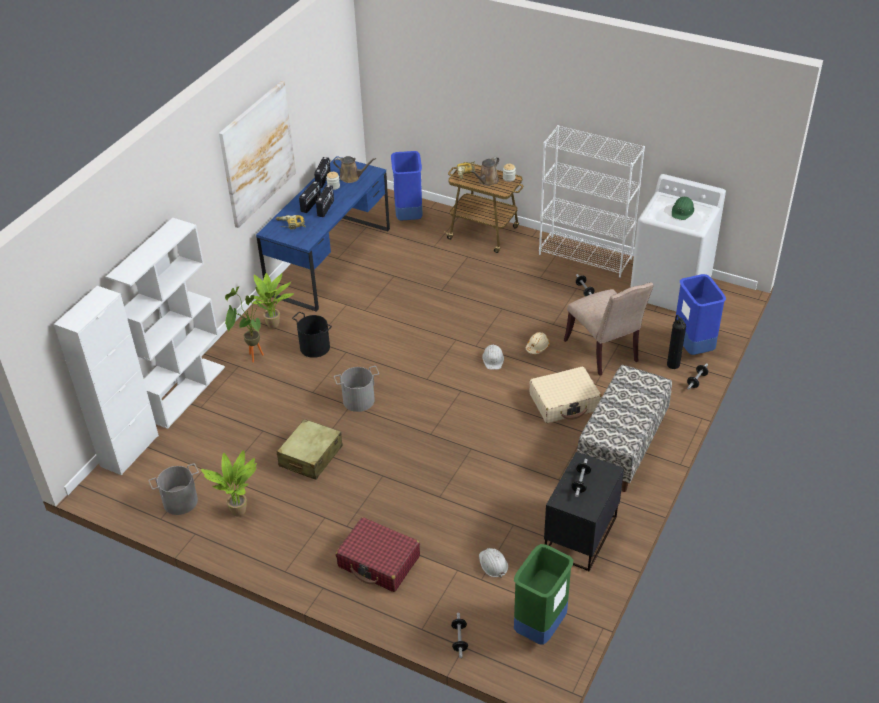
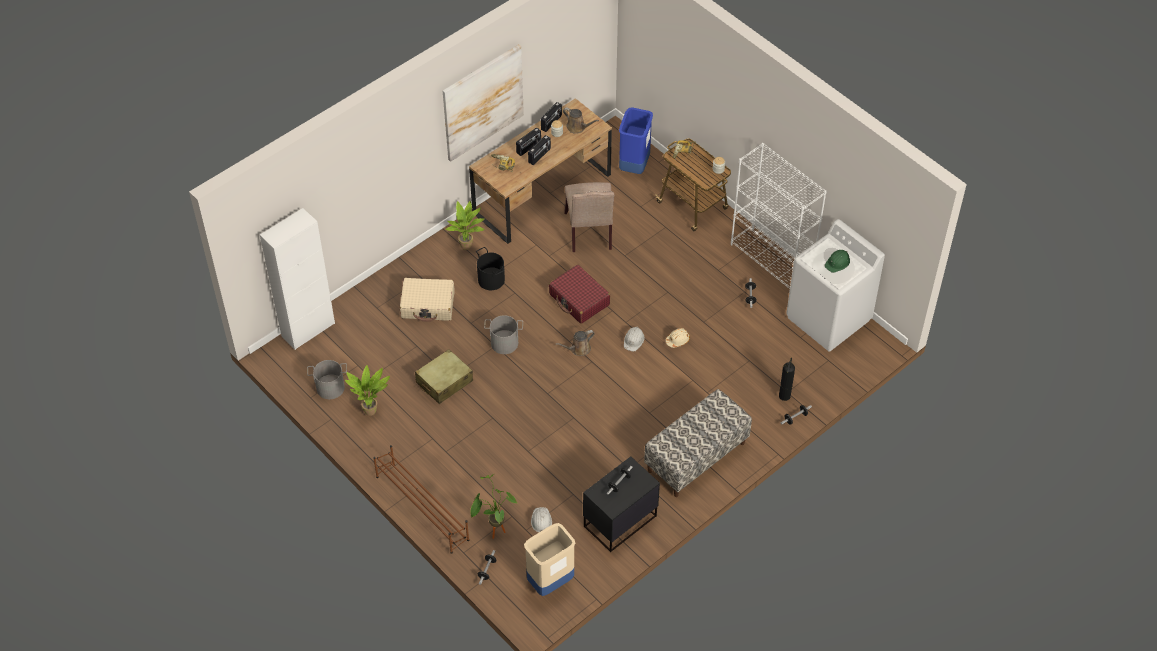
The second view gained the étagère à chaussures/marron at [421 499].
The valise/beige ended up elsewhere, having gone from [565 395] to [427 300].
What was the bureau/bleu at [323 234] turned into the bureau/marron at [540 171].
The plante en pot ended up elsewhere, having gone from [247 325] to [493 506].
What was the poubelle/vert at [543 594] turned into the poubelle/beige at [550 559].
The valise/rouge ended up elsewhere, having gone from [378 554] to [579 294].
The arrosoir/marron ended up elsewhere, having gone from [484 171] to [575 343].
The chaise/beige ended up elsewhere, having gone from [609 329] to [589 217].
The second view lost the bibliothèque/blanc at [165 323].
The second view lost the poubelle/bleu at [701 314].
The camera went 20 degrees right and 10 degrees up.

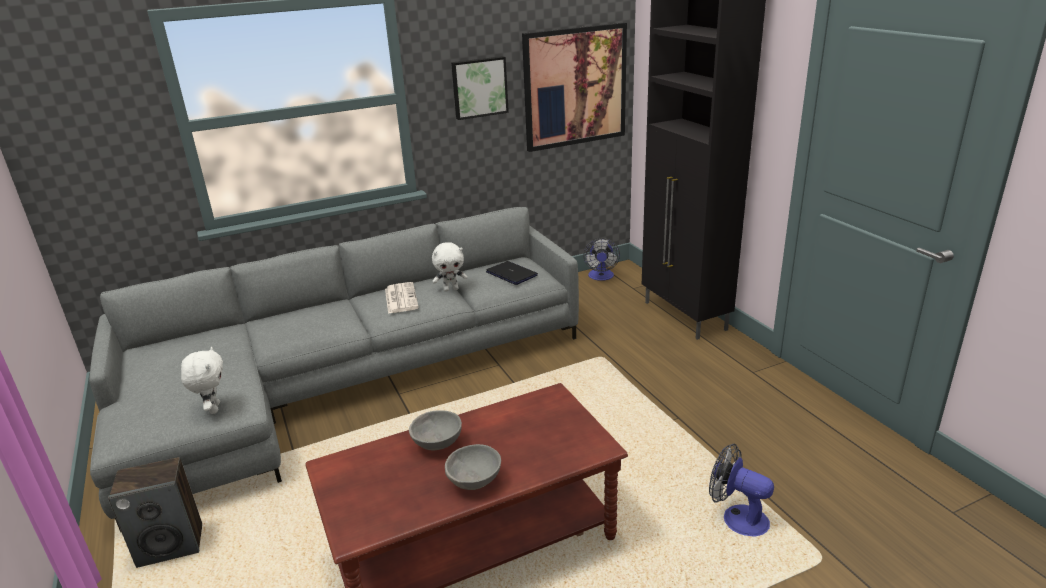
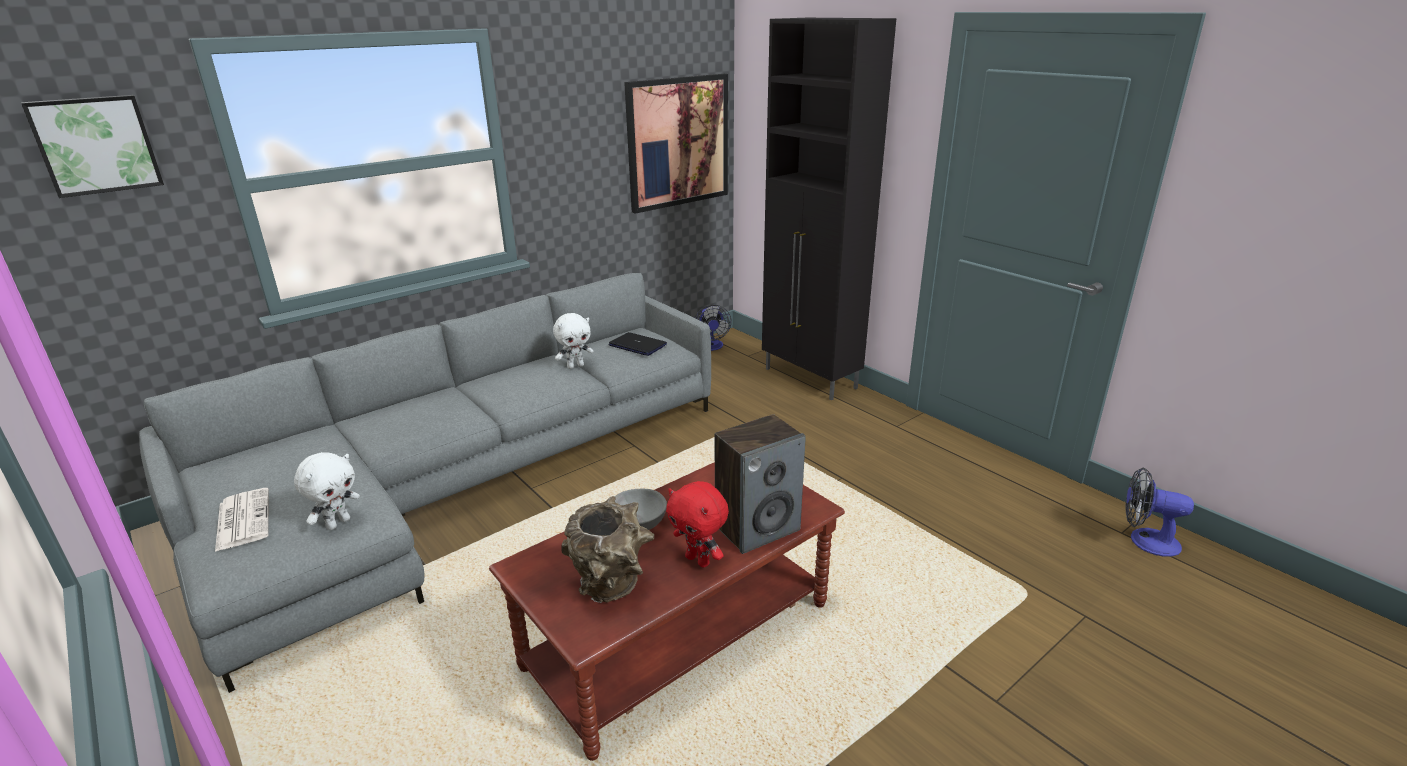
The tableau ended up elsewhere, having gone from [480 88] to [92 146].
The journal ended up elsewhere, having gone from [402 298] to [242 520].
The peluche/blanc at [202 380] ended up facing another way, 60 degrees clockwise from before.
The second view gained the vase/marron at [607 549].
Where the bol/gris stood at [473 467], the peluche/rouge came to stand at [697 524].
The enceinte ended up elsewhere, having gone from [155 512] to [760 484].
The ventilateur ended up elsewhere, having gone from [741 490] to [1159 512].
The camera went 15 degrees left and 0 degrees up.

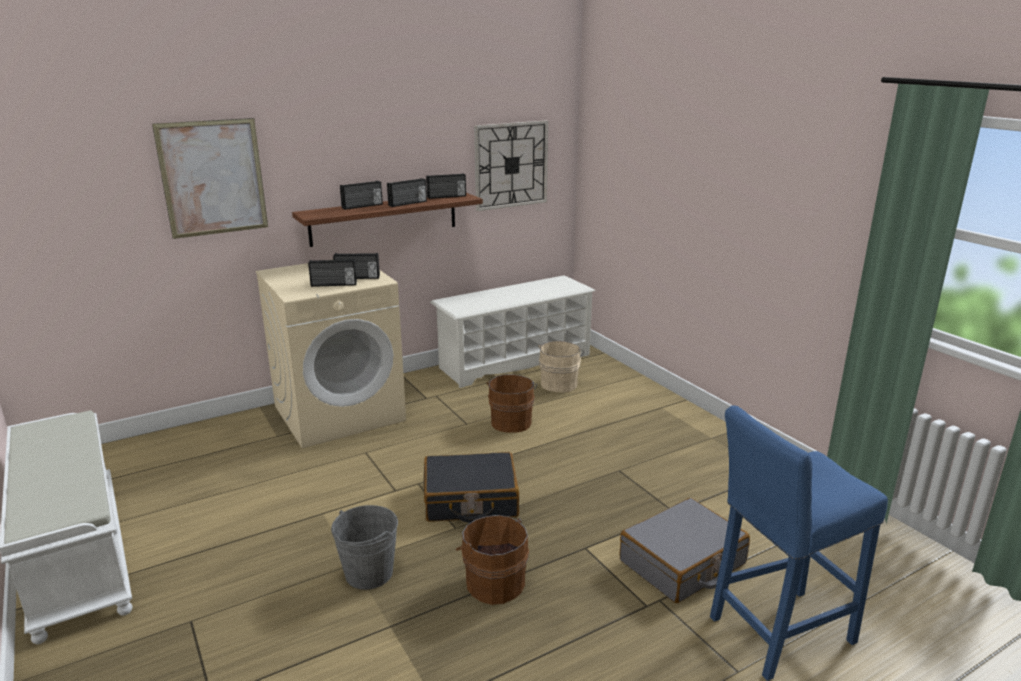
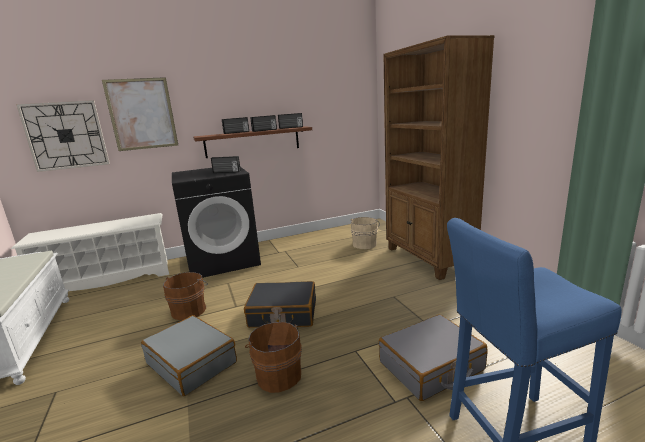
The étagère à chaussures/blanc ended up elsewhere, having gone from [512 331] to [90 252].
The horloge murale ended up elsewhere, having gone from [511 165] to [63 136].
Where the seau/gris stood at [364 547], the valise/gris came to stand at [189 355].
The seau/marron ended up elsewhere, having gone from [512 403] to [185 296].
What was the lave-linge/beige at [331 353] turned into the lave-linge/noir at [216 222].
The second view gained the bibliothèque/marron at [439 157].
The second view lost the radio at [332 273].
The camera went 10 degrees right and 5 degrees down.

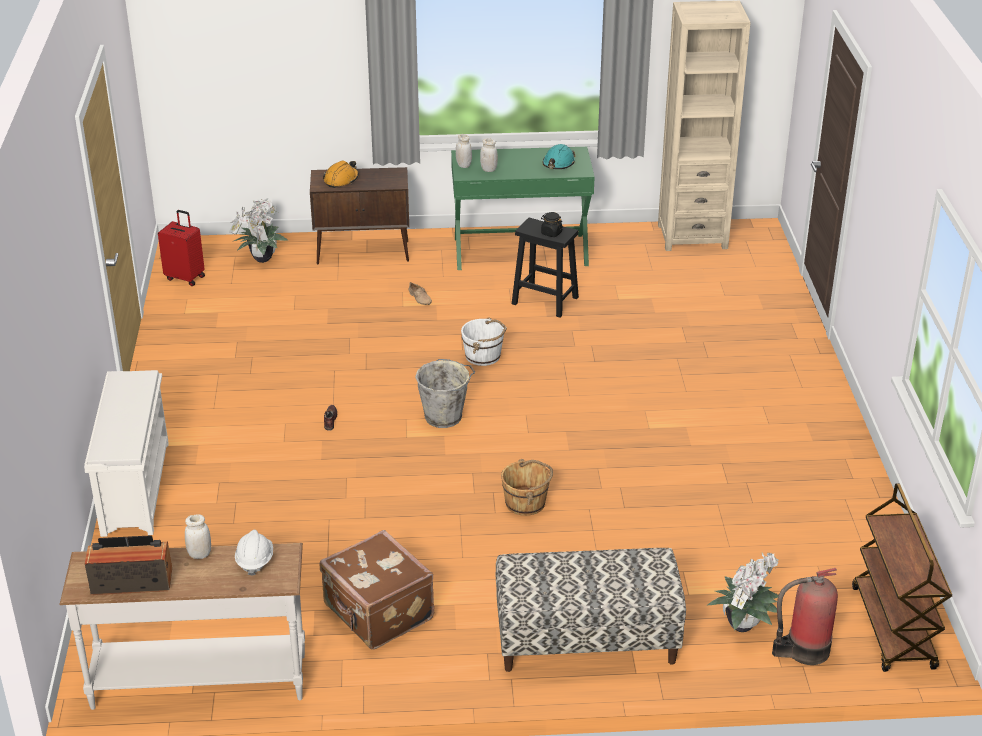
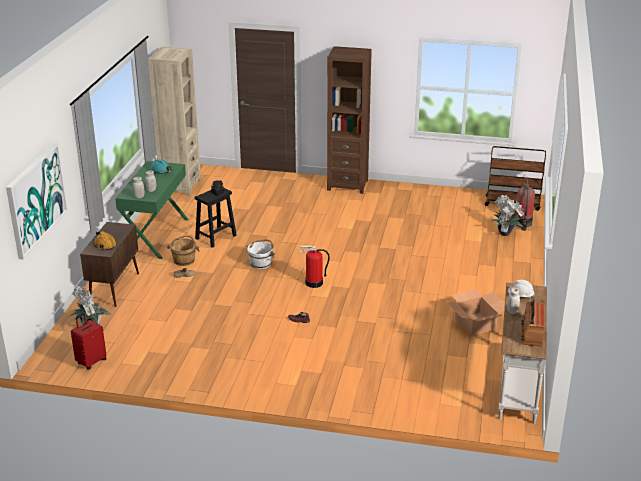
The second view gained the tableau at [37 201].
The seau/marron ended up elsewhere, having gone from [527 487] to [183 250].
Where the seau/gris stood at [445 393], the extincteur came to stand at [314 266].
The second view gained the bibliothèque/marron at [349 120].
Where the valise/marron stood at [377 590], the carton came to stand at [475 312].
The second view lost the étagère à chaussures/blanc at [126 453].
The second view lost the banc at [591 610].
The camera went 75 degrees left and 5 degrees down.

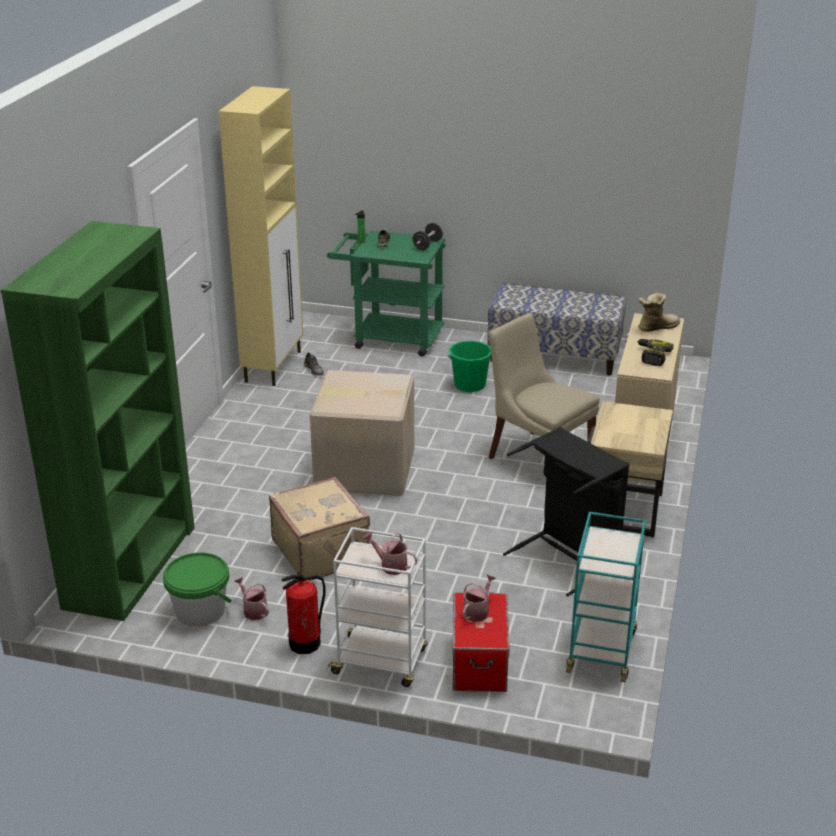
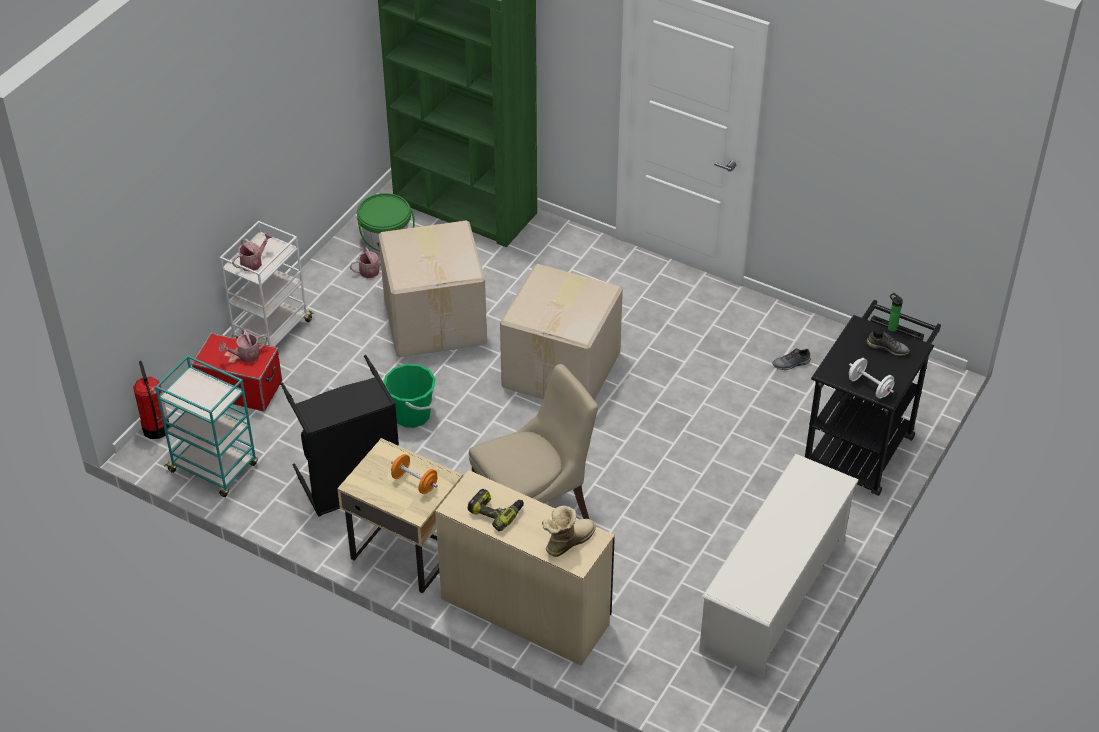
The extincteur ended up elsewhere, having gone from [303 614] to [151 400].
The arrosoir at [479 598] ended up facing another way, 105 degrees clockwise from before.
Where the valise/beige stood at [319 529], the carton came to stand at [433 288].
The seau/vert ended up elsewhere, having gone from [469 366] to [410 396].
The second view gained the haltère/orange at [414 474].
The botte at [659 312] ended up facing another way, 120 degrees counterclockwise from before.
Where the banc stood at [556 329], the étagère à chaussures/blanc came to stand at [779 566].
What was the chariot/vert at [386 294] turned into the chariot/noir at [873 398].
What was the haltère/noir at [428 236] turned into the haltère/blanc at [871 378].
The second view lost the meuble de rangement/beige at [261 236].
The camera went 105 degrees right and 15 degrees up.

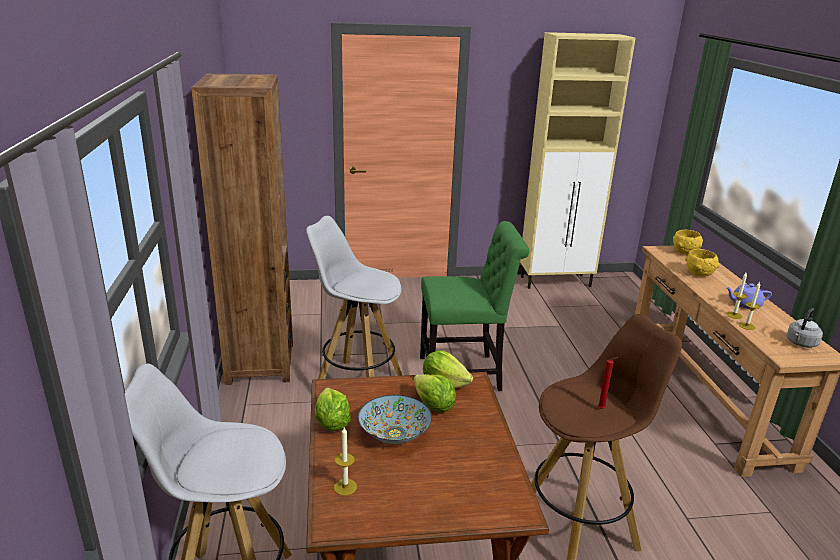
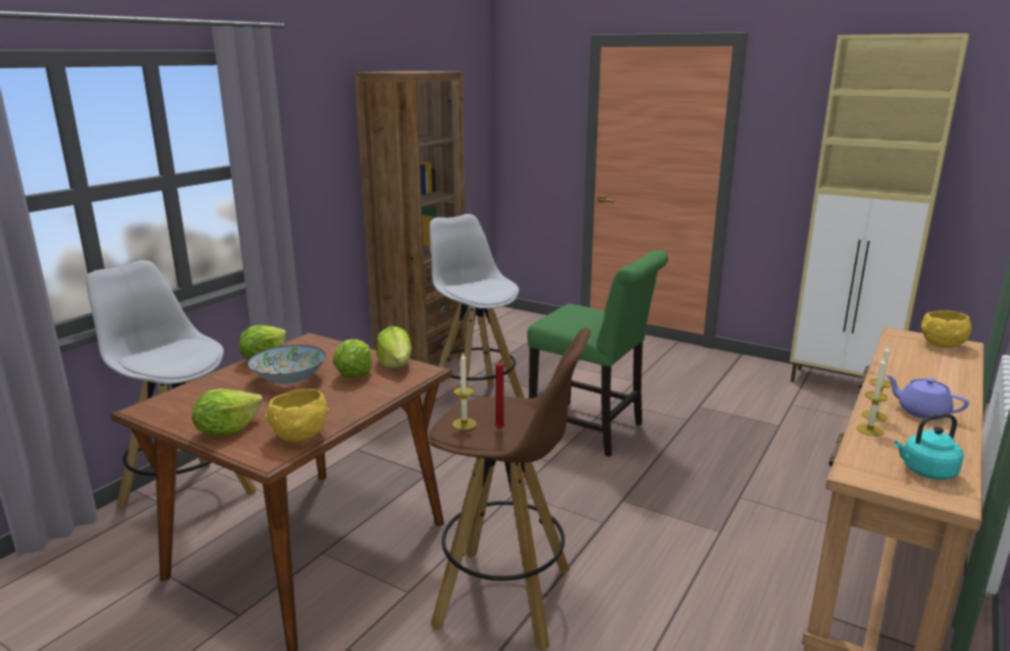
The second view gained the laitue at [227 412].
The bol/jaune ended up elsewhere, having gone from [702 263] to [296 415].
The bougie ended up elsewhere, having gone from [345 461] to [464 391].
What was the bouilloire/gris at [805 328] turned into the bouilloire/turquoise at [929 446].
The camera went 40 degrees right and 5 degrees down.

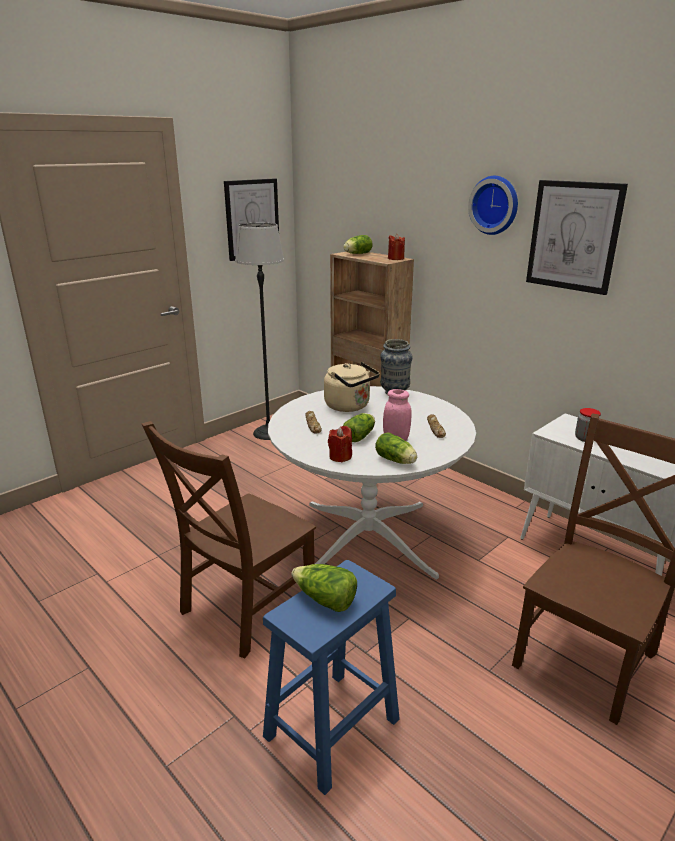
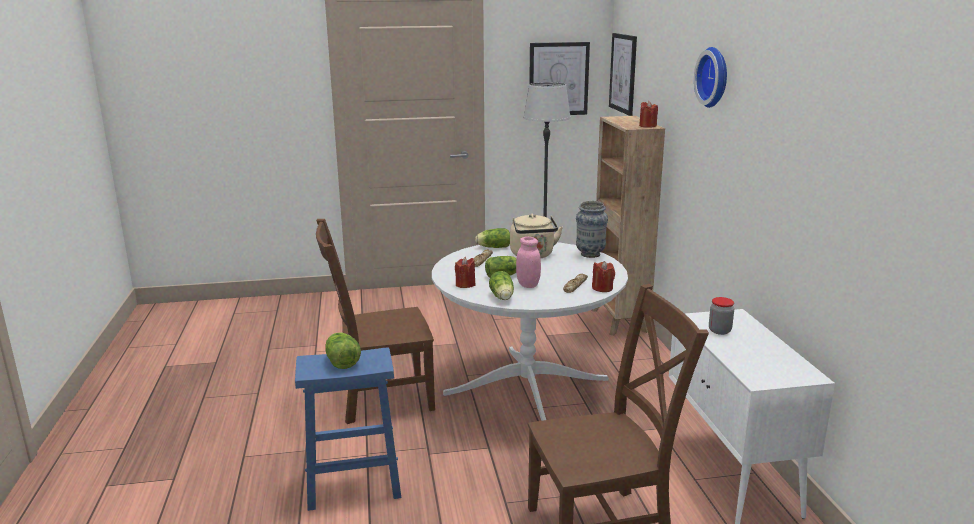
The laitue ended up elsewhere, having gone from [358 244] to [492 238].
The second view gained the bougie/rouge at [603 276].
The tableau ended up elsewhere, having gone from [577 237] to [623 74].
The camera went 35 degrees right and 5 degrees down.

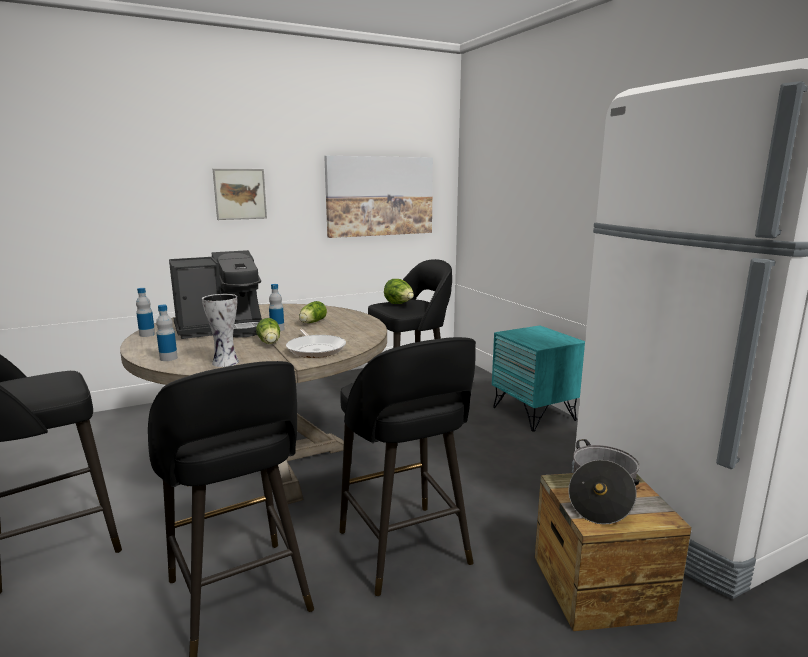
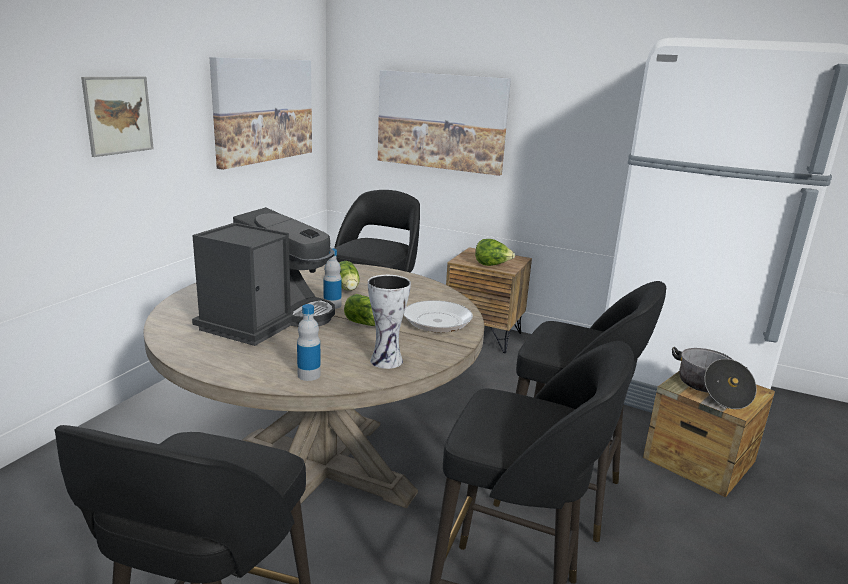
The second view gained the tableau at [444 123].
What was the table de chevet/turquoise at [538 378] turned into the table de chevet/marron at [489 300].
The laitue ended up elsewhere, having gone from [399 291] to [495 252].
The second view lost the bouteille at [145 312].
The camera went 40 degrees left and 5 degrees up.

